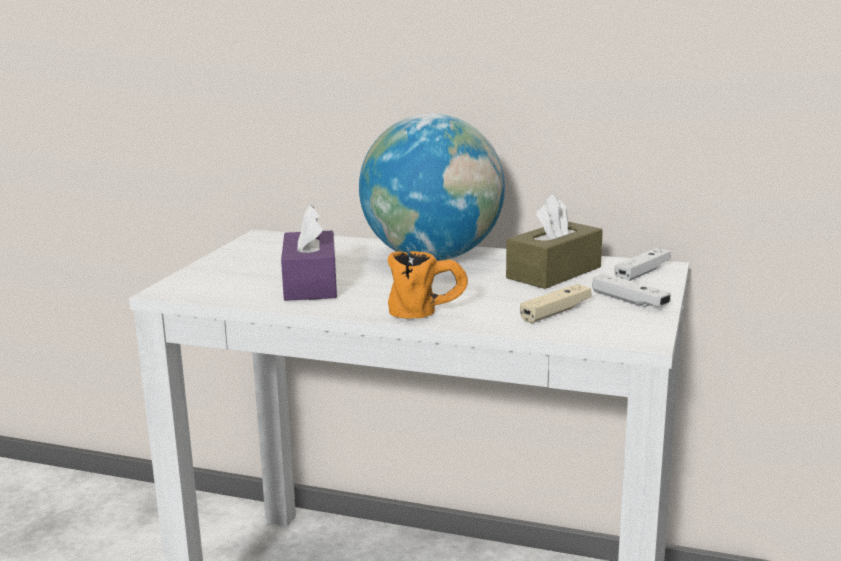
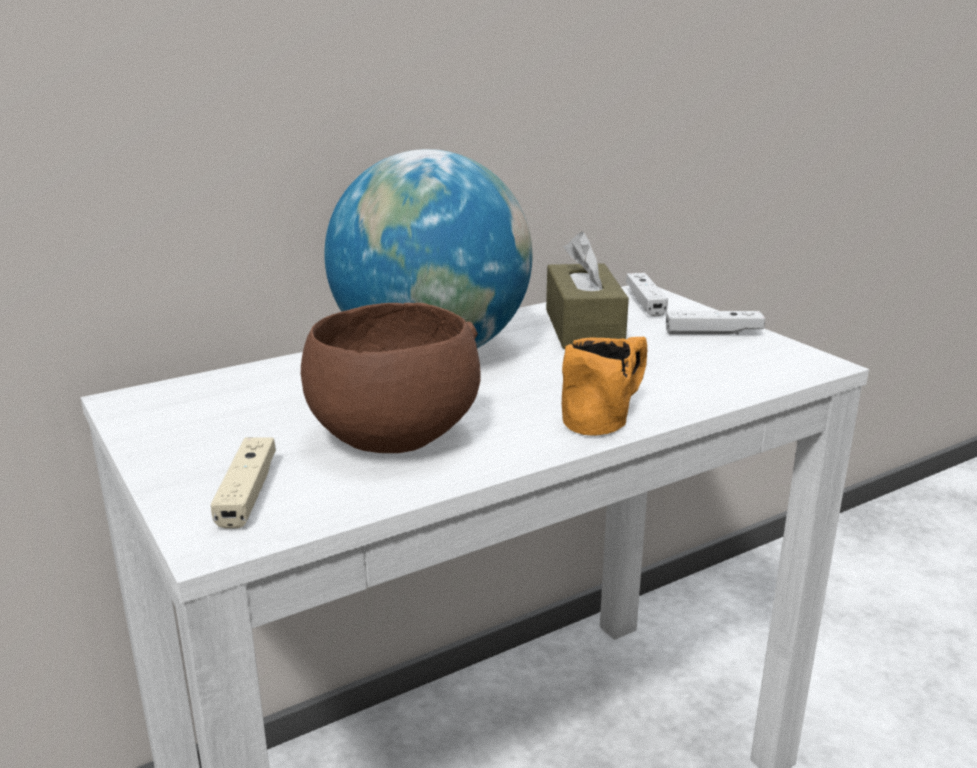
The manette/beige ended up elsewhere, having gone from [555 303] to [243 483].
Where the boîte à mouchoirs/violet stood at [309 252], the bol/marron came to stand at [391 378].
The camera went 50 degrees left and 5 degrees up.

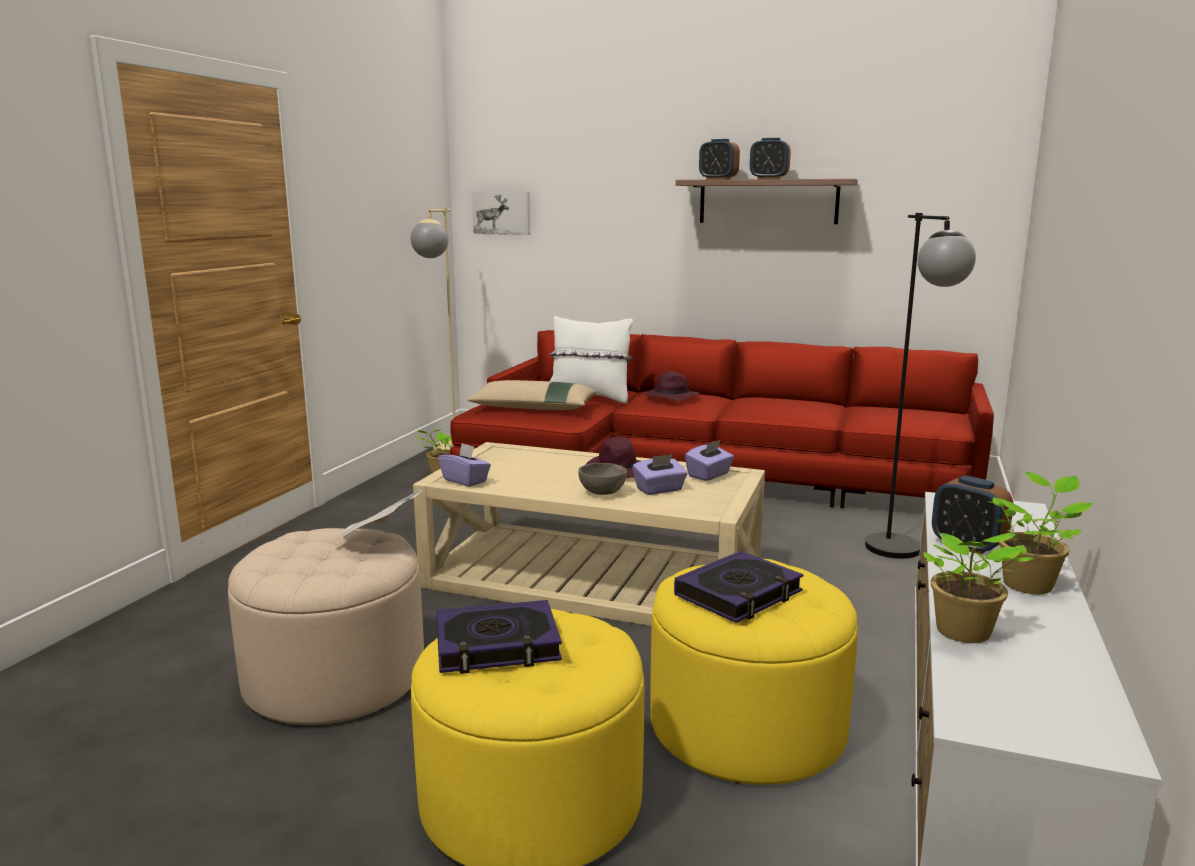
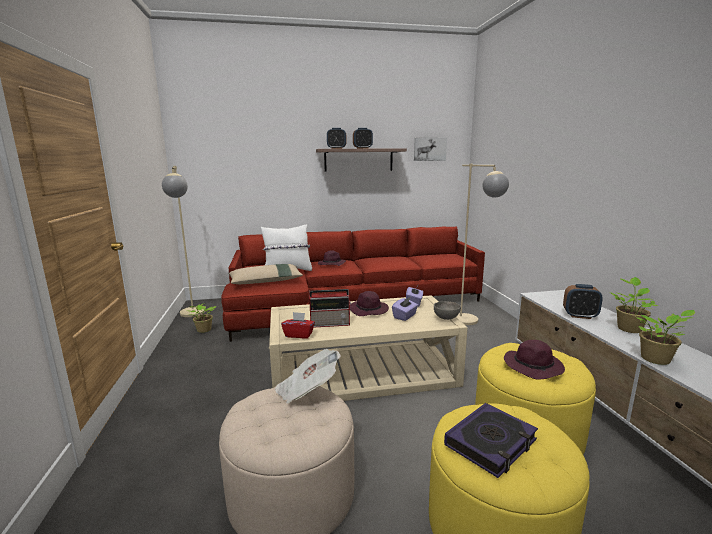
What was the boîte à mouchoirs/violet at [464 465] turned into the boîte à mouchoirs/rouge at [298 325].
The second view gained the radio at [330 308].
The tableau ended up elsewhere, having gone from [501 213] to [430 149].
The bol/gris ended up elsewhere, having gone from [602 479] to [447 310].
What was the lampadaire/noir at [920 386] turned into the lampadaire/beige at [482 244].
Where the livre stood at [738 587], the chapeau/violet came to stand at [534 359].
The camera went 30 degrees left and 0 degrees up.

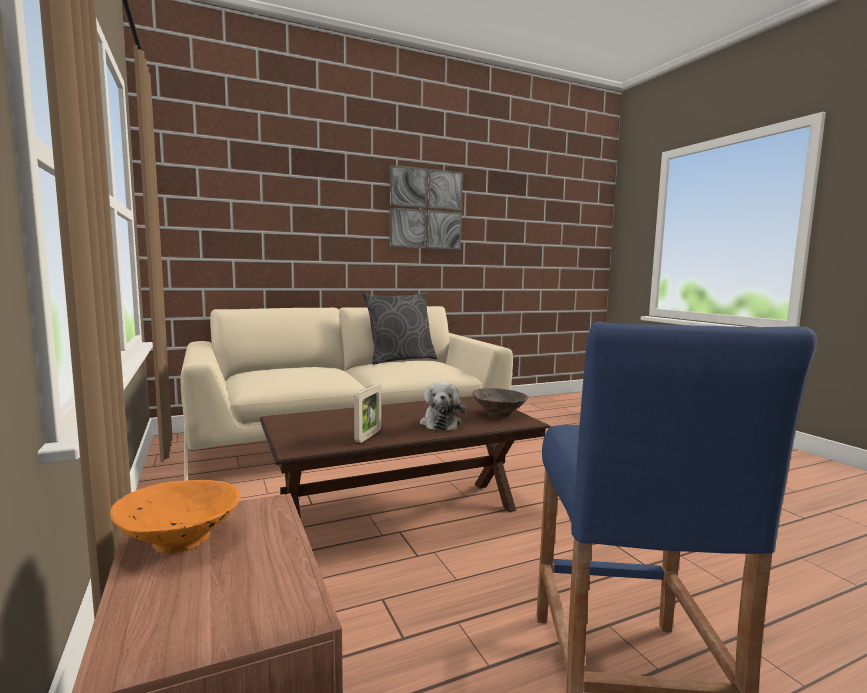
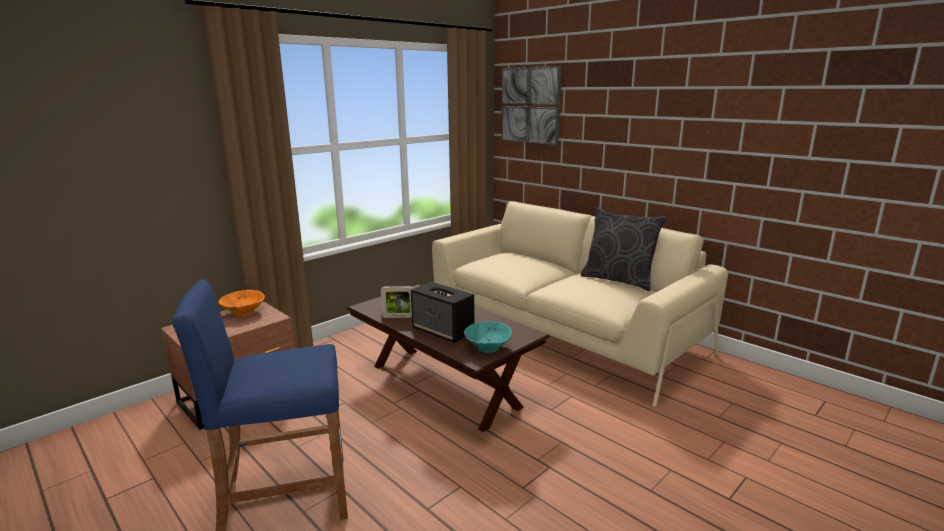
Where the peluche stood at [442 406], the enceinte came to stand at [443 312].
What was the bol/marron at [500 403] turned into the bol/turquoise at [488 337].
The tableau ended up elsewhere, having gone from [426 207] to [532 105].
The camera went 70 degrees right and 10 degrees up.

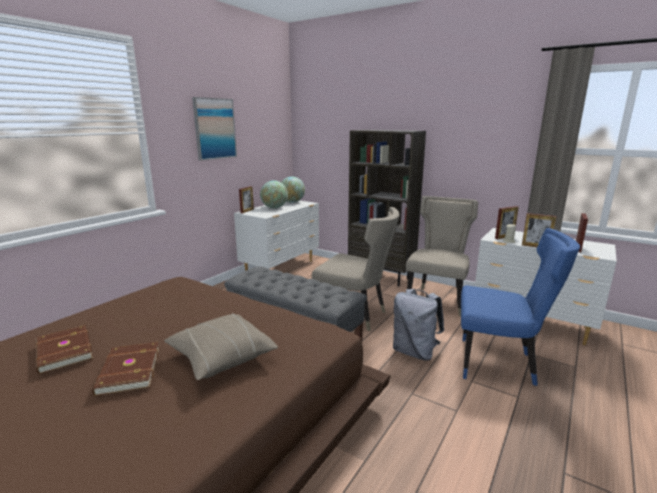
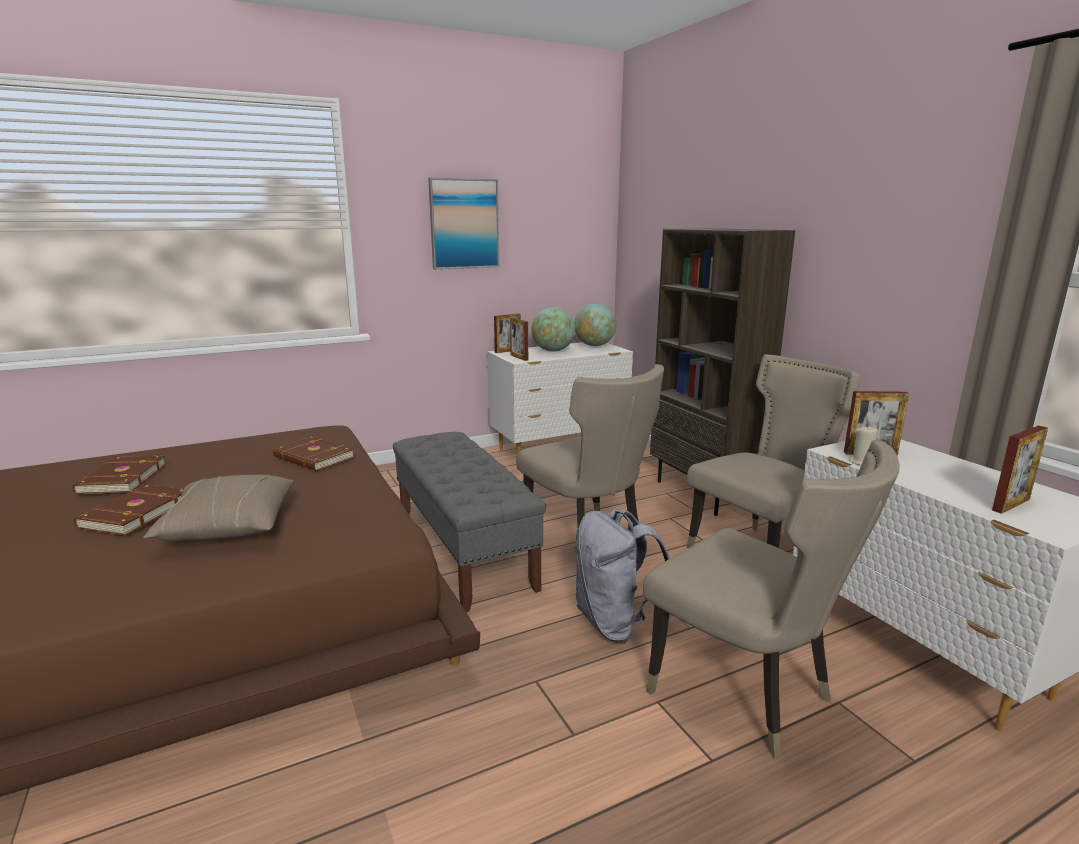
The second view gained the livre/marron at [314 453].
The cadre photo ended up elsewhere, having gone from [539 230] to [519 339].
What was the chaise/bleu at [520 307] turned into the chaise/beige at [771 599].
The camera went 30 degrees right and 0 degrees up.

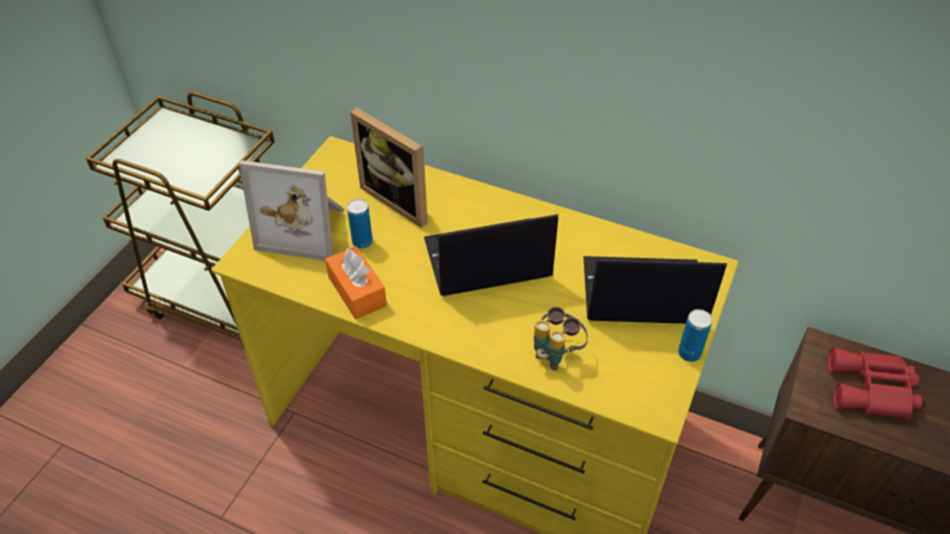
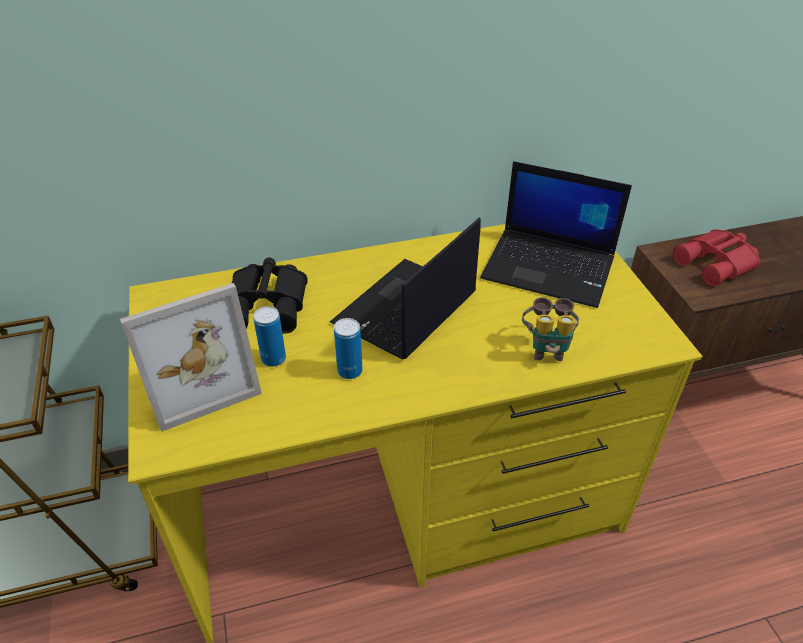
Where the cadre photo stood at [389 168], the jumelles/noir came to stand at [270 296].
The boîte métallique ended up elsewhere, having gone from [695 335] to [348 348].
The ordinateur portable at [655 290] ended up facing another way, 120 degrees counterclockwise from before.
The second view lost the boîte à mouchoirs/orange at [356 282].
The camera went 40 degrees left and 5 degrees down.

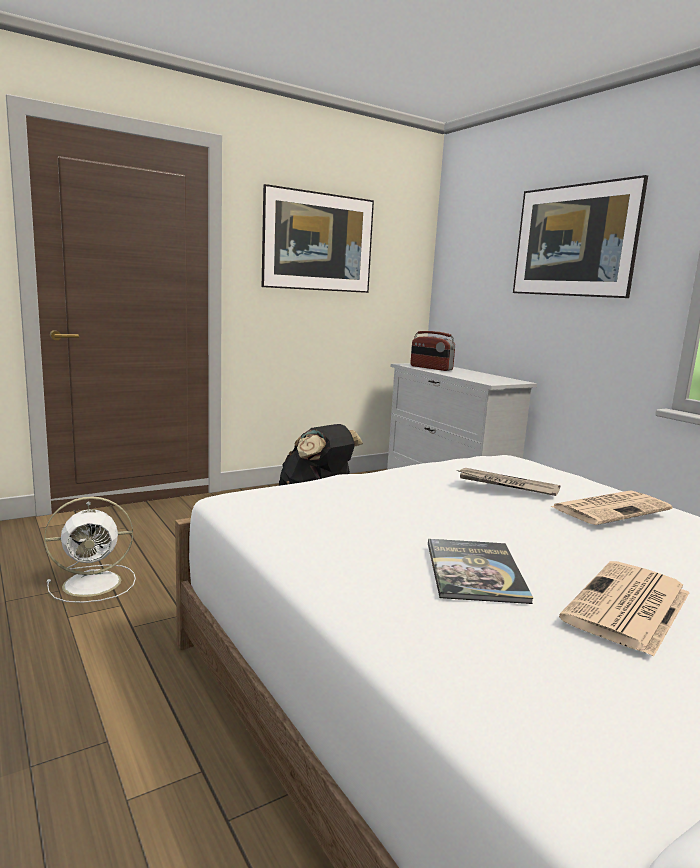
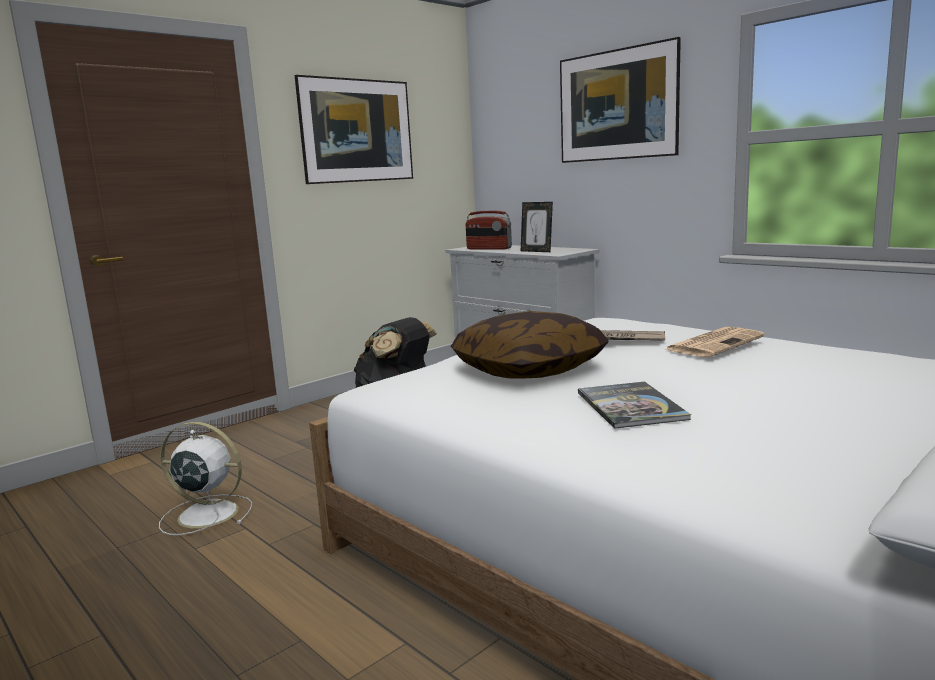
The ventilateur/blanc at [90 549] ended up facing another way, 135 degrees counterclockwise from before.
The second view gained the coussin at [530 344].
The second view gained the cadre photo at [537 227].
The second view lost the journal at [624 609].
The camera went 10 degrees left and 0 degrees up.

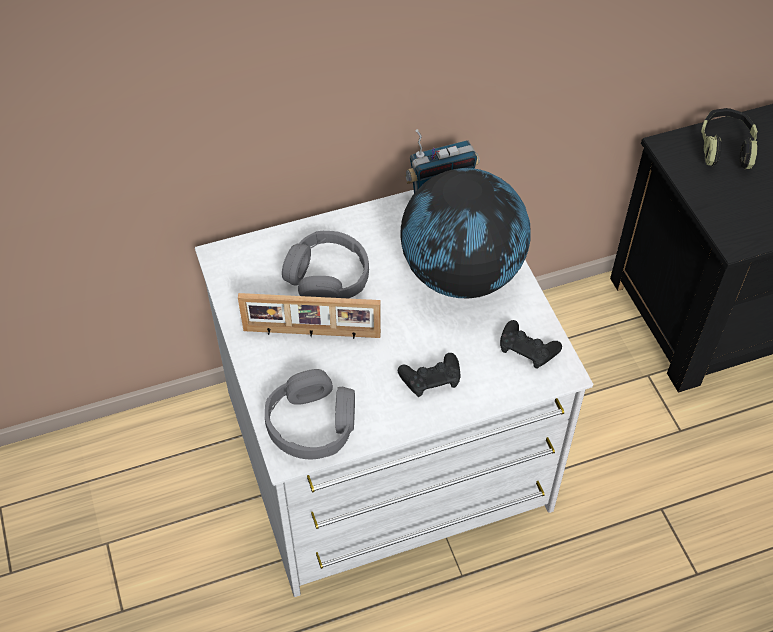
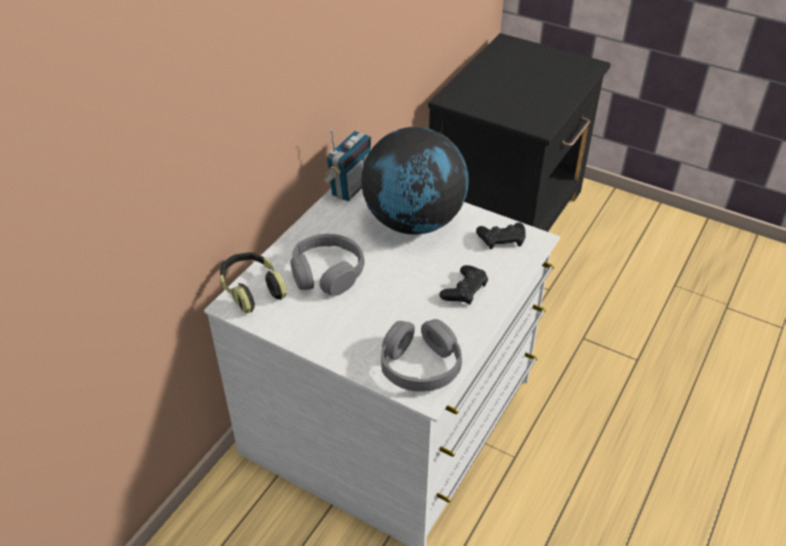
The casque audio ended up elsewhere, having gone from [729 138] to [253 283].
The second view lost the cadre photo at [309 316].
The camera went 40 degrees left and 10 degrees down.

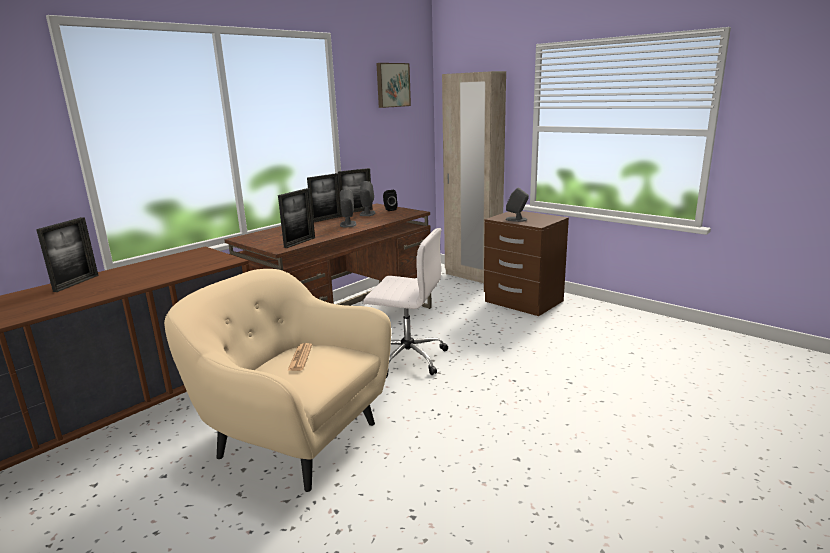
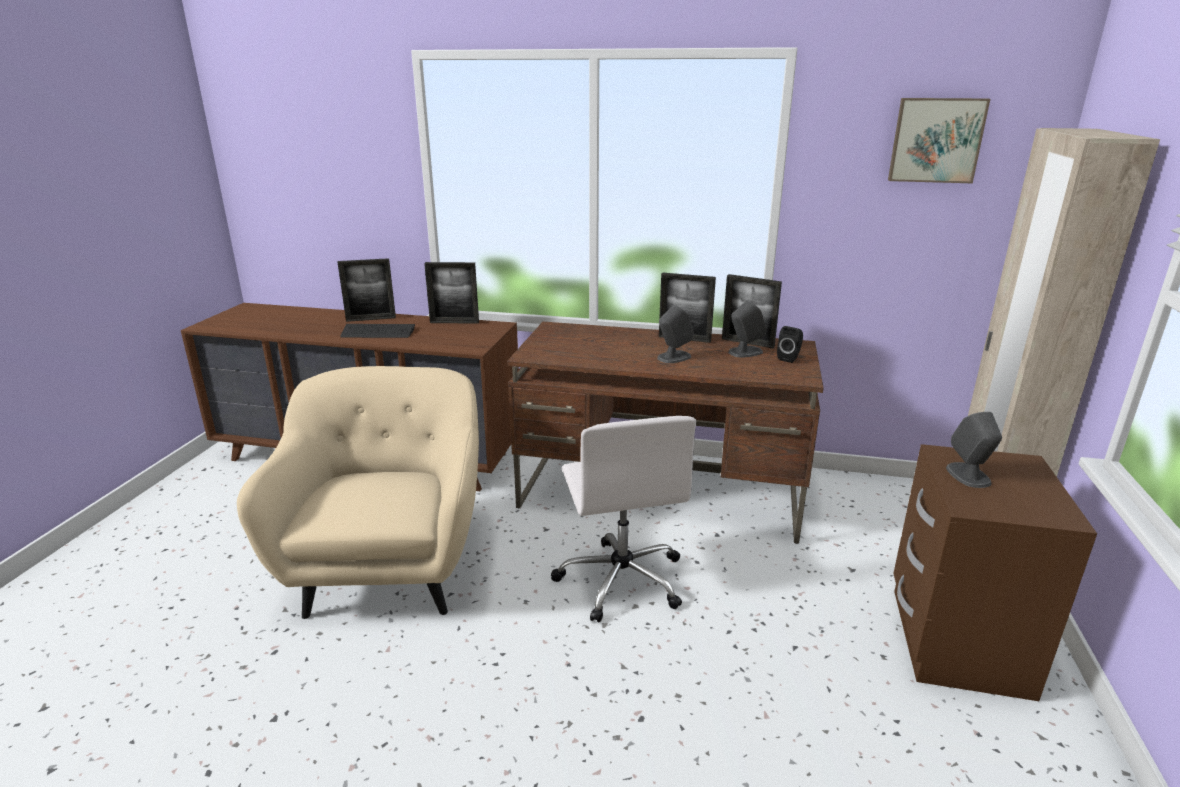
The second view gained the clavier at [377 331].
The cadre photo ended up elsewhere, having gone from [296 218] to [451 293].
The second view lost the journal at [299 357].
The camera went 60 degrees right and 5 degrees up.

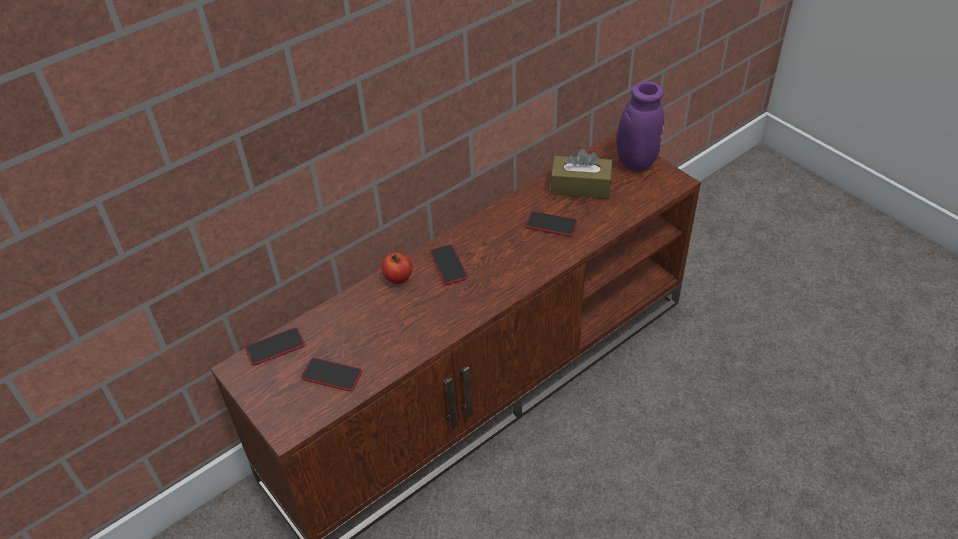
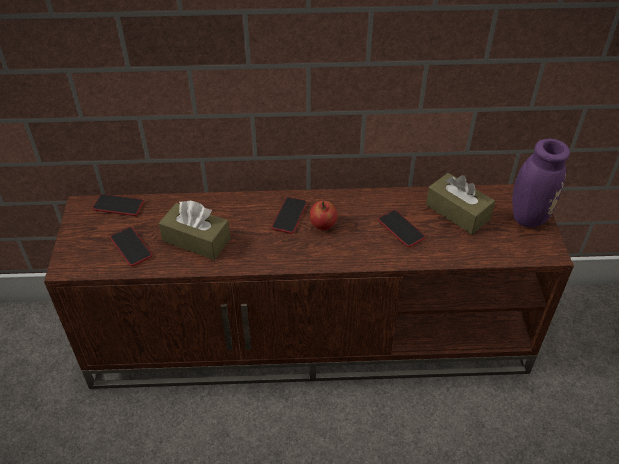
The second view gained the boîte à mouchoirs/marron at [195 230].
The pomme ended up elsewhere, having gone from [397 268] to [324 215].
The camera went 35 degrees right and 0 degrees up.

